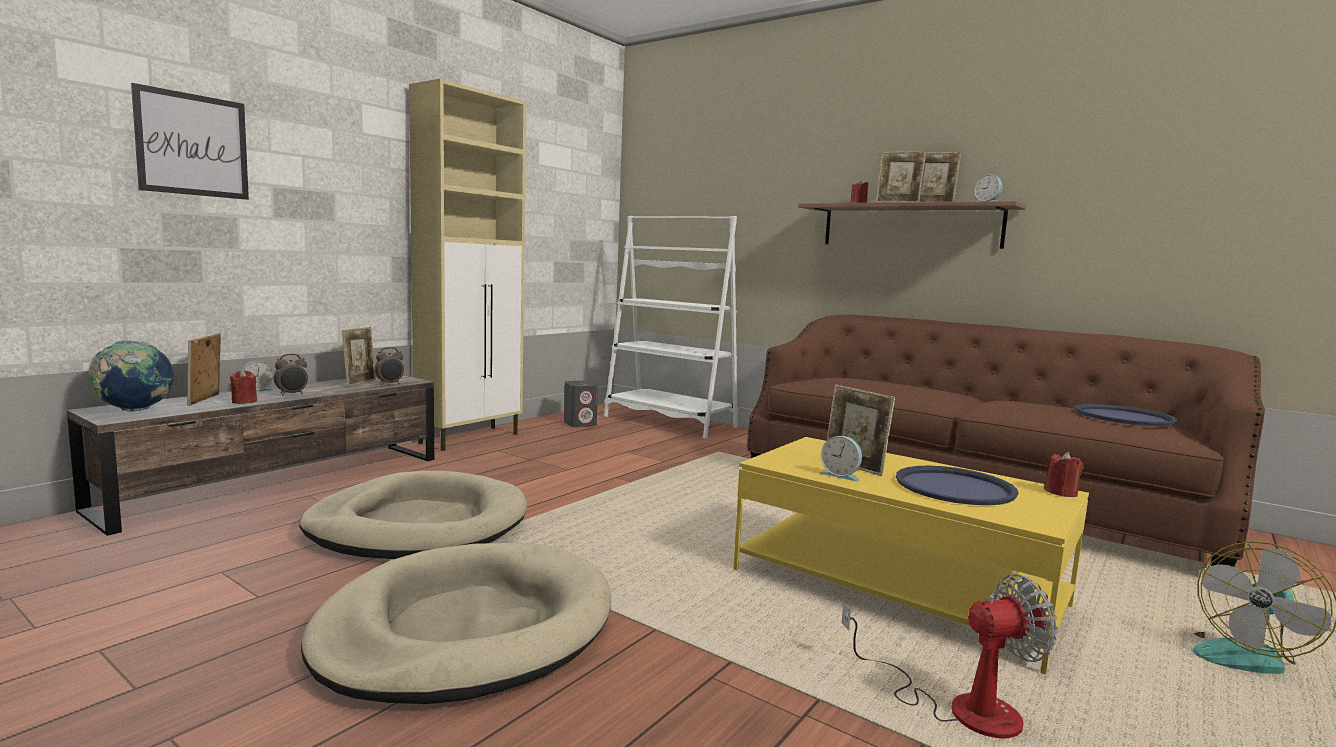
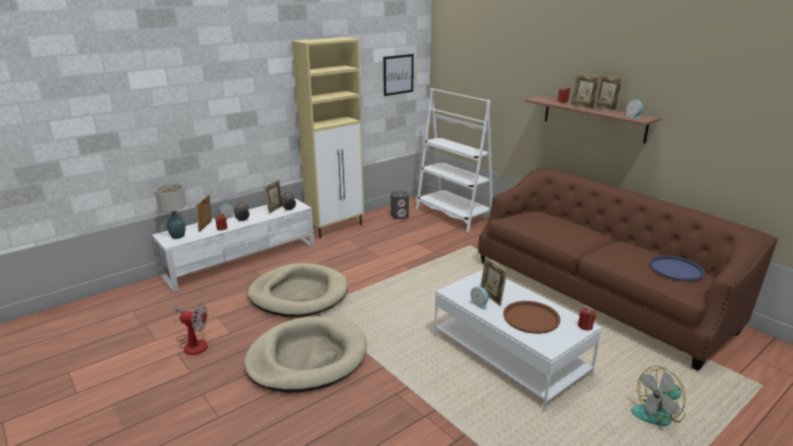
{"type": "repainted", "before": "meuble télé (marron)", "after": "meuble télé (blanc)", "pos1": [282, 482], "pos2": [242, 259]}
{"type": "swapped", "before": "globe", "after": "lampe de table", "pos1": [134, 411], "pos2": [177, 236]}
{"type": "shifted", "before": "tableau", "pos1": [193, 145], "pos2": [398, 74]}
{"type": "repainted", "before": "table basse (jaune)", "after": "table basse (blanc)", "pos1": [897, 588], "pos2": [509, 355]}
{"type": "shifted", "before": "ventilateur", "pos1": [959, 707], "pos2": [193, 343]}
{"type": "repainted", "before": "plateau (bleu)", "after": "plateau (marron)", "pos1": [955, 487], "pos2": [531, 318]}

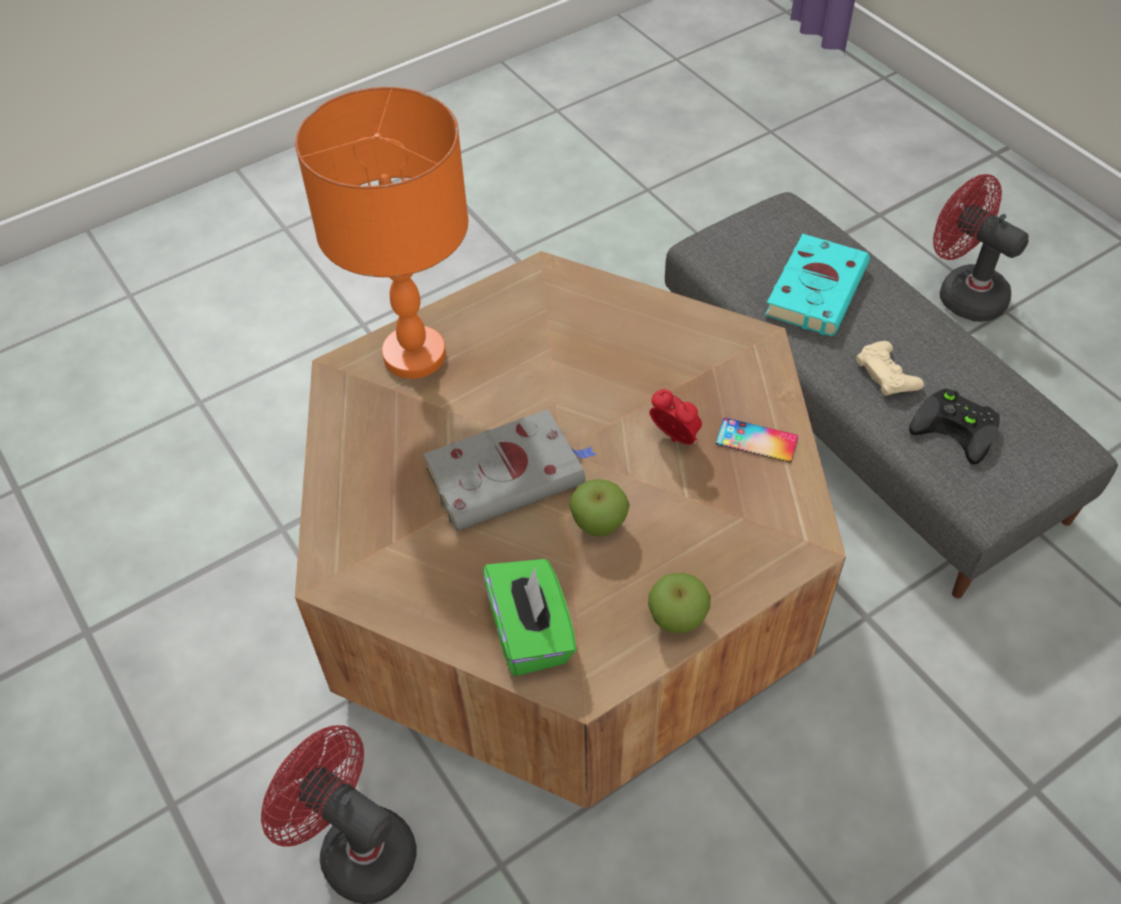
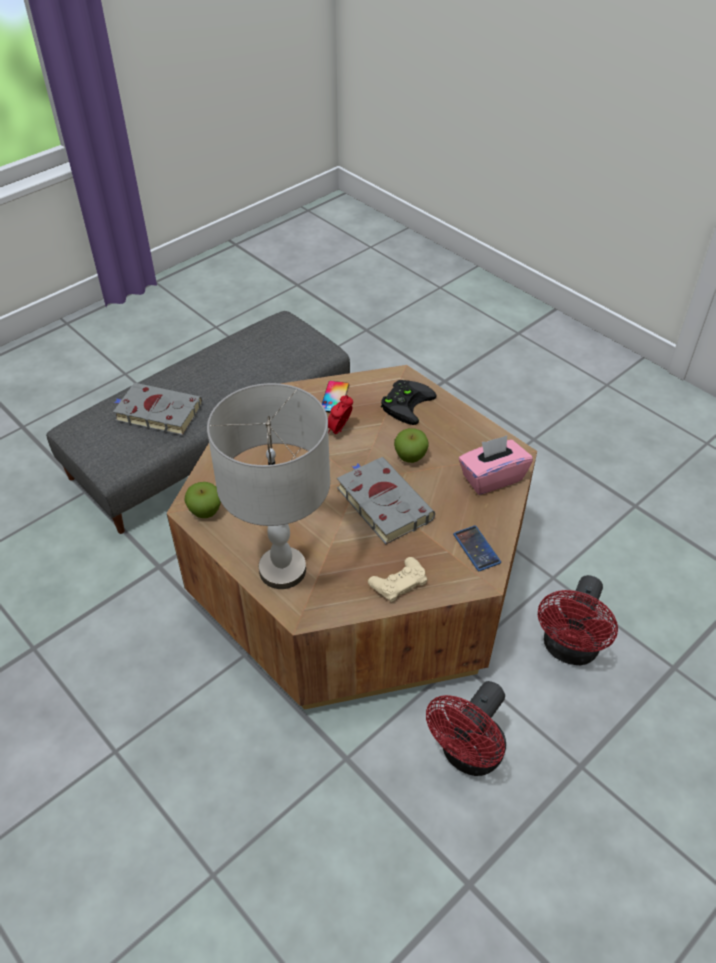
{"type": "repainted", "before": "lampe de table (orange)", "after": "lampe de table (gris)", "pos1": [413, 356], "pos2": [283, 570]}
{"type": "repainted", "before": "boîte à mouchoirs (vert)", "after": "boîte à mouchoirs (rose)", "pos1": [531, 633], "pos2": [491, 478]}
{"type": "shifted", "before": "pomme", "pos1": [676, 619], "pos2": [205, 512]}
{"type": "repainted", "before": "livre (turquoise)", "after": "livre (gris)", "pos1": [816, 288], "pos2": [156, 412]}
{"type": "shifted", "before": "manette (beige)", "pos1": [887, 374], "pos2": [398, 583]}
{"type": "shifted", "before": "manette (noir)", "pos1": [958, 428], "pos2": [406, 403]}
{"type": "shifted", "before": "ventilateur (rouge)", "pos1": [962, 293], "pos2": [467, 756]}
{"type": "new", "after": "téléphone", "pos2": [476, 548]}

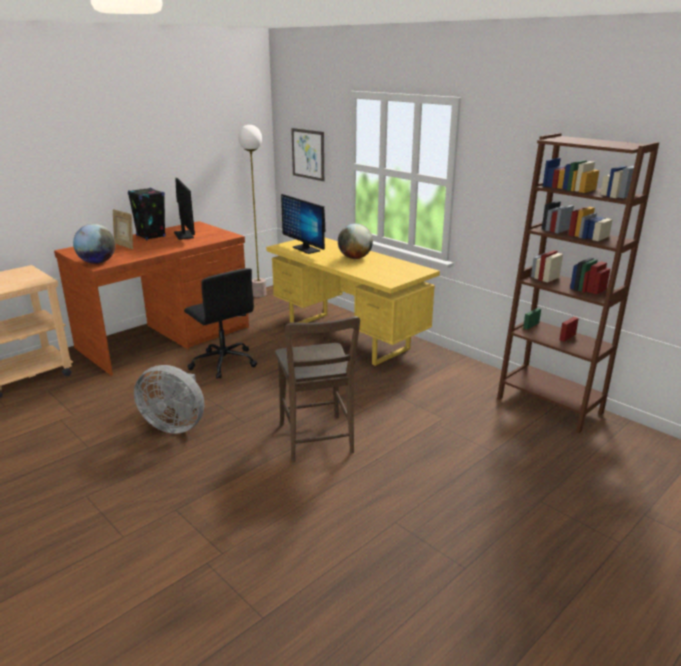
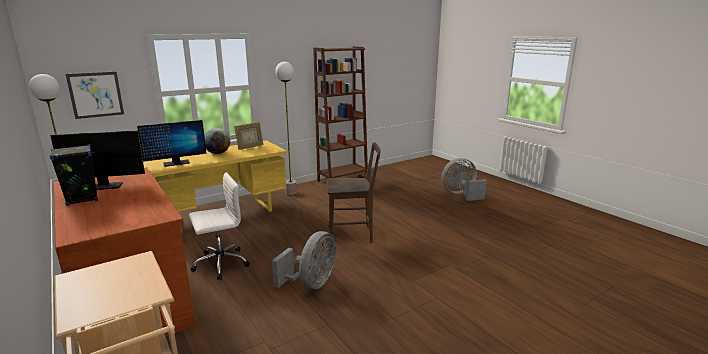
{"type": "gone", "before": "globe", "pos1": [97, 262]}
{"type": "shifted", "before": "cadre photo", "pos1": [125, 246], "pos2": [250, 147]}
{"type": "repainted", "before": "chaise de bureau (noir)", "after": "chaise de bureau (blanc)", "pos1": [223, 362], "pos2": [220, 264]}
{"type": "new", "after": "lampadaire", "pos2": [291, 193]}
{"type": "new", "after": "ventilateur (gris)", "pos2": [461, 194]}

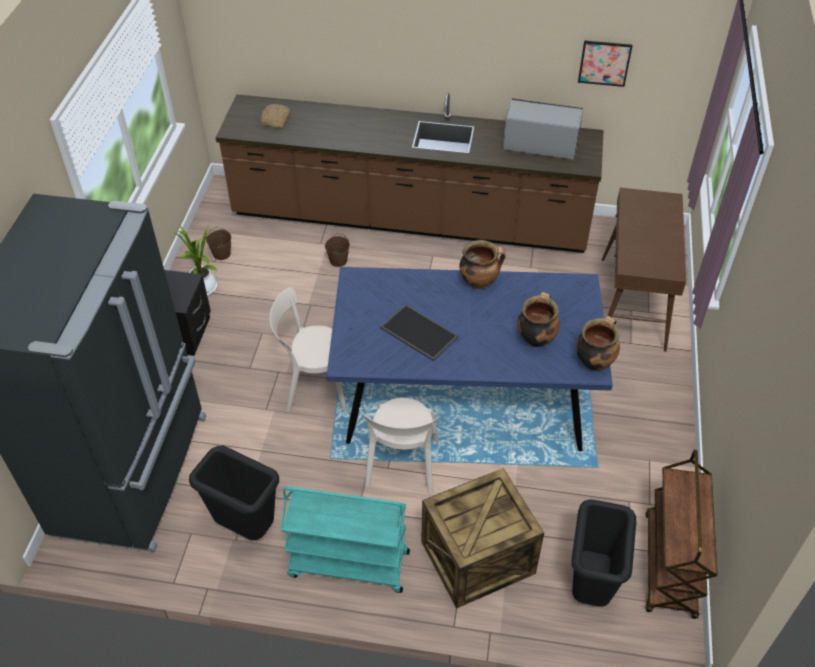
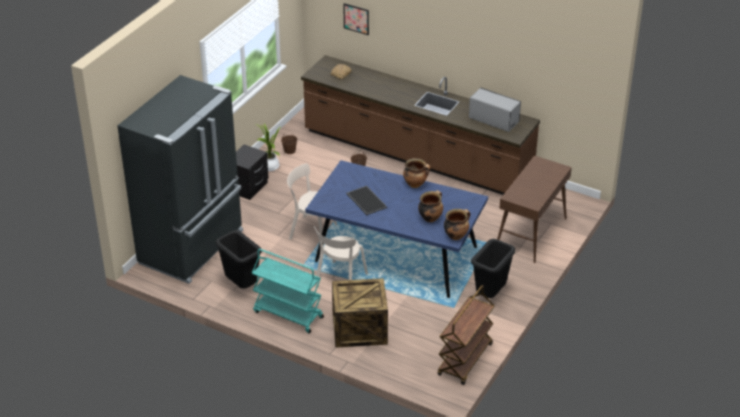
{"type": "shifted", "before": "poubelle (noir)", "pos1": [590, 587], "pos2": [490, 295]}
{"type": "shifted", "before": "tableau", "pos1": [604, 63], "pos2": [356, 18]}

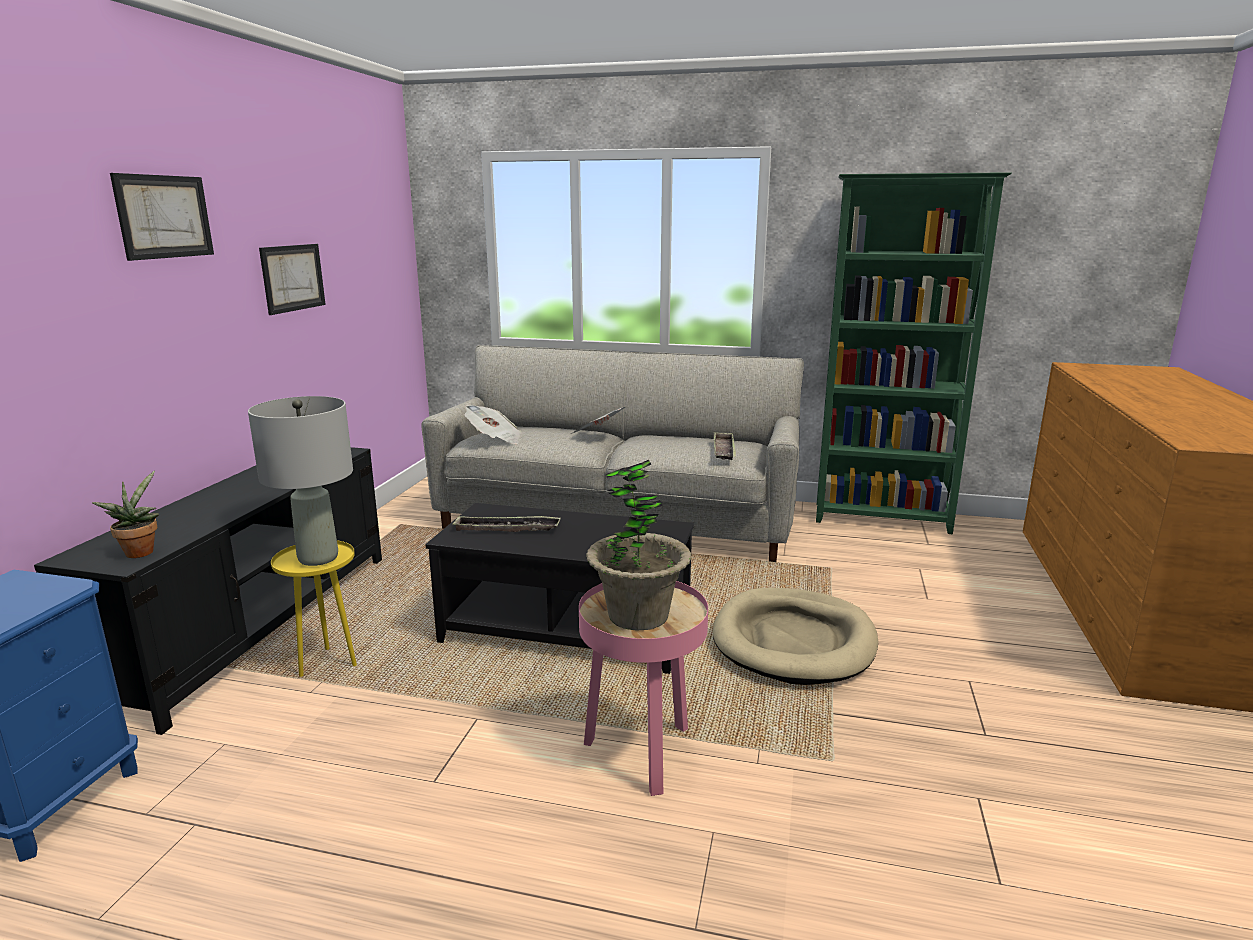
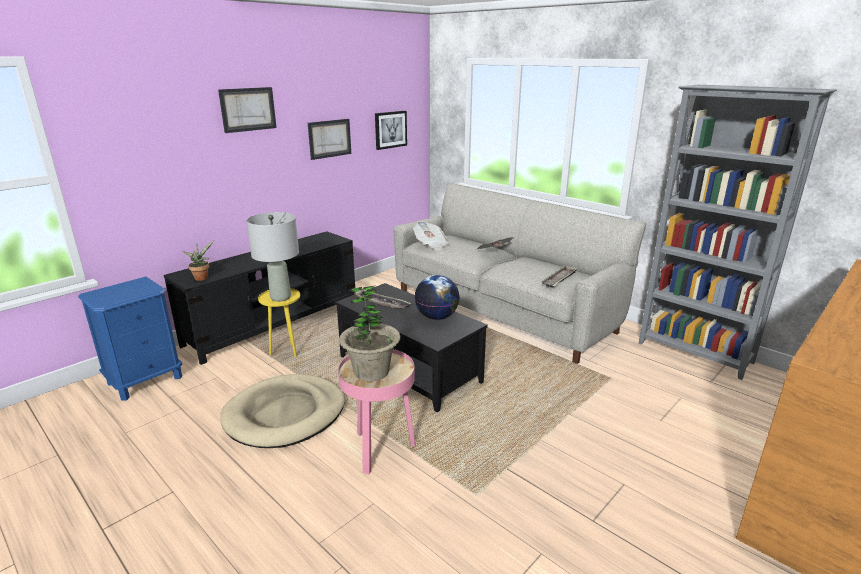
{"type": "shifted", "before": "panier pour chien (beige)", "pos1": [794, 641], "pos2": [285, 414]}
{"type": "repainted", "before": "bibliothèque (vert)", "after": "bibliothèque (gris)", "pos1": [882, 519], "pos2": [695, 353]}
{"type": "new", "after": "tableau", "pos2": [390, 129]}
{"type": "new", "after": "globe", "pos2": [437, 317]}

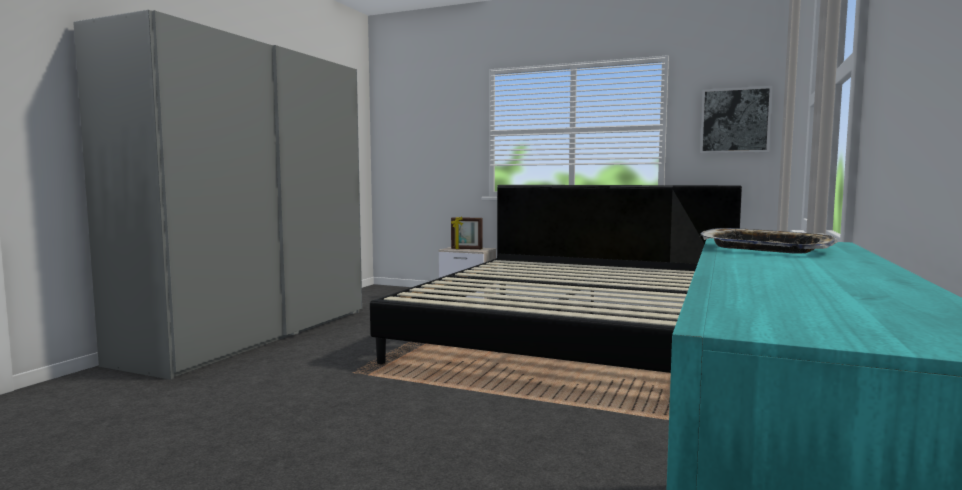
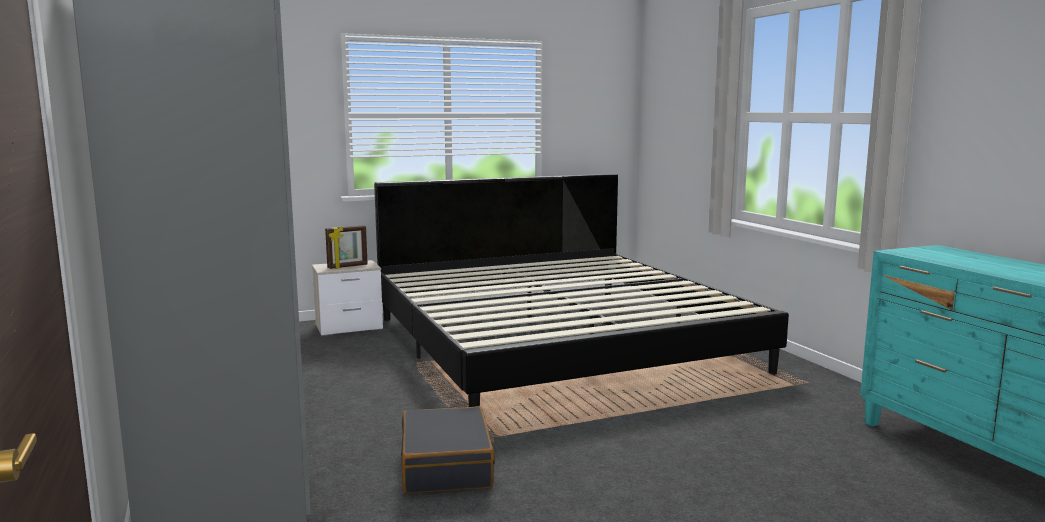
{"type": "gone", "before": "tableau", "pos1": [735, 120]}
{"type": "gone", "before": "plateau", "pos1": [764, 249]}
{"type": "new", "after": "valise (noir)", "pos2": [447, 466]}

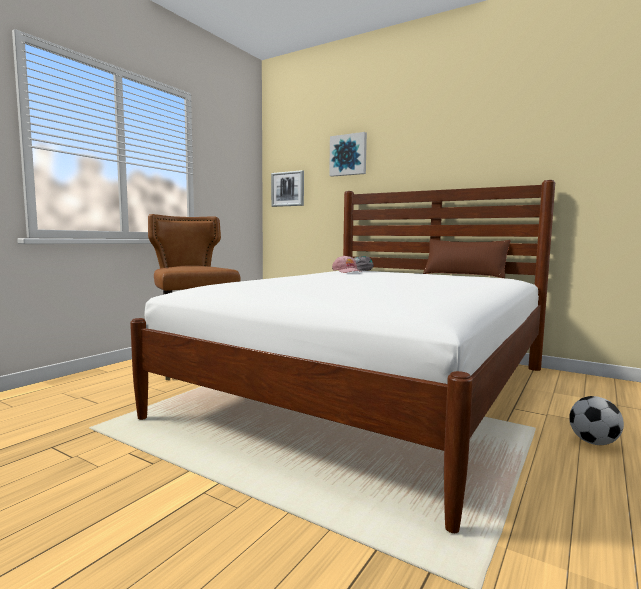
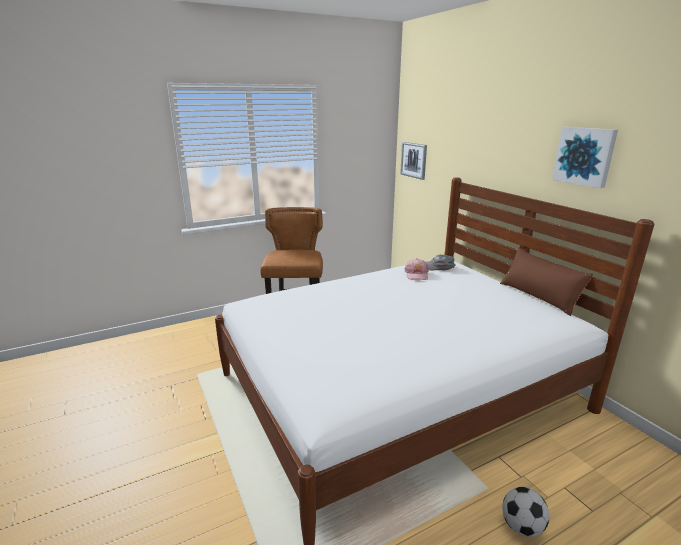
{"type": "shifted", "before": "tableau", "pos1": [348, 155], "pos2": [584, 156]}

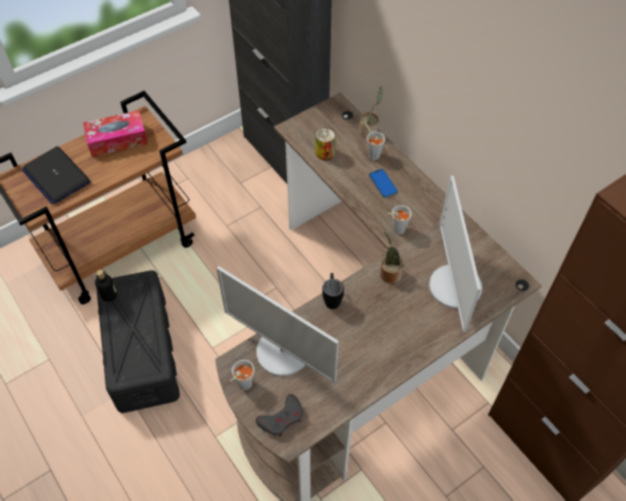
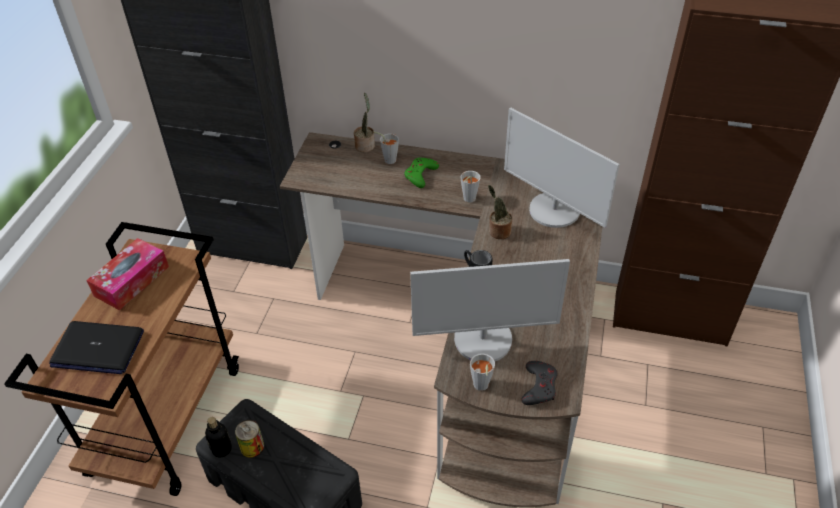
{"type": "shifted", "before": "boîte métallique", "pos1": [325, 153], "pos2": [252, 447]}
{"type": "swapped", "before": "téléphone", "after": "manette (vert)", "pos1": [383, 183], "pos2": [420, 175]}

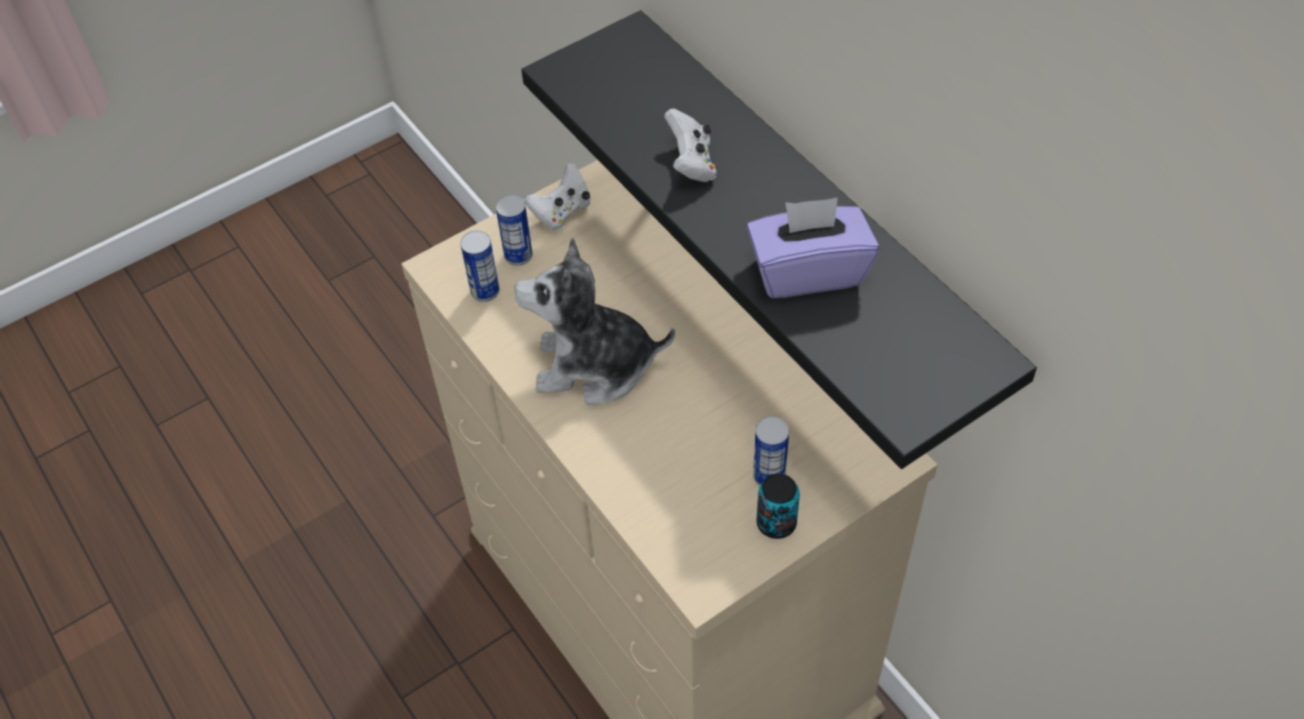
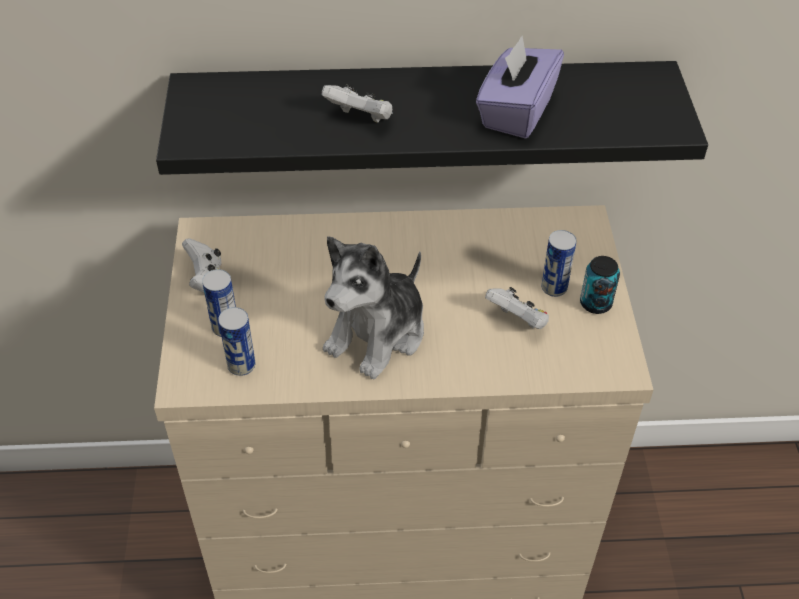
{"type": "new", "after": "manette (blanc)", "pos2": [518, 320]}

